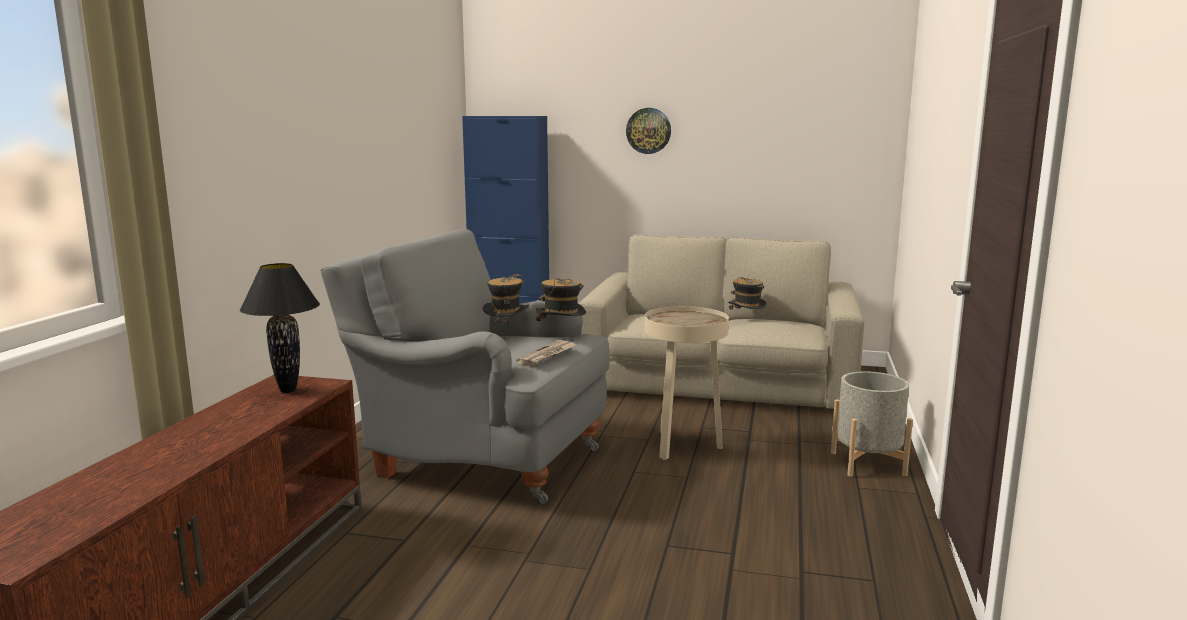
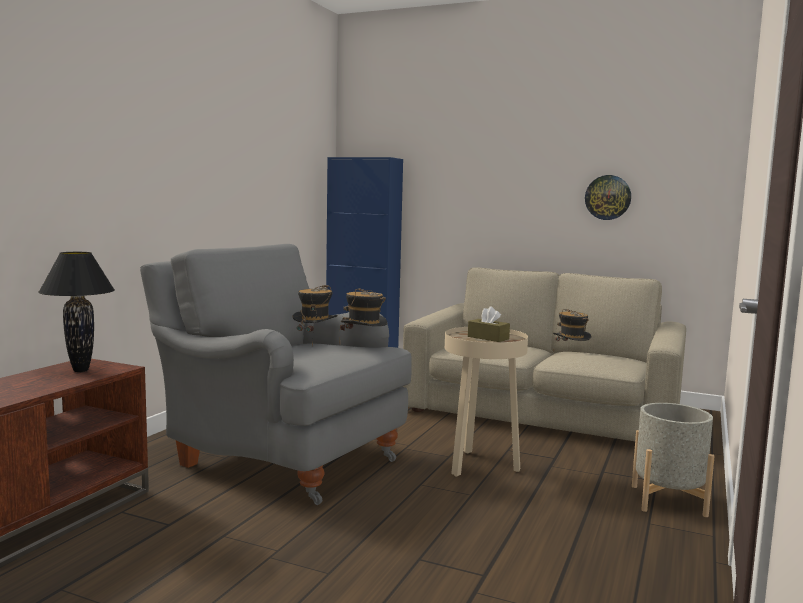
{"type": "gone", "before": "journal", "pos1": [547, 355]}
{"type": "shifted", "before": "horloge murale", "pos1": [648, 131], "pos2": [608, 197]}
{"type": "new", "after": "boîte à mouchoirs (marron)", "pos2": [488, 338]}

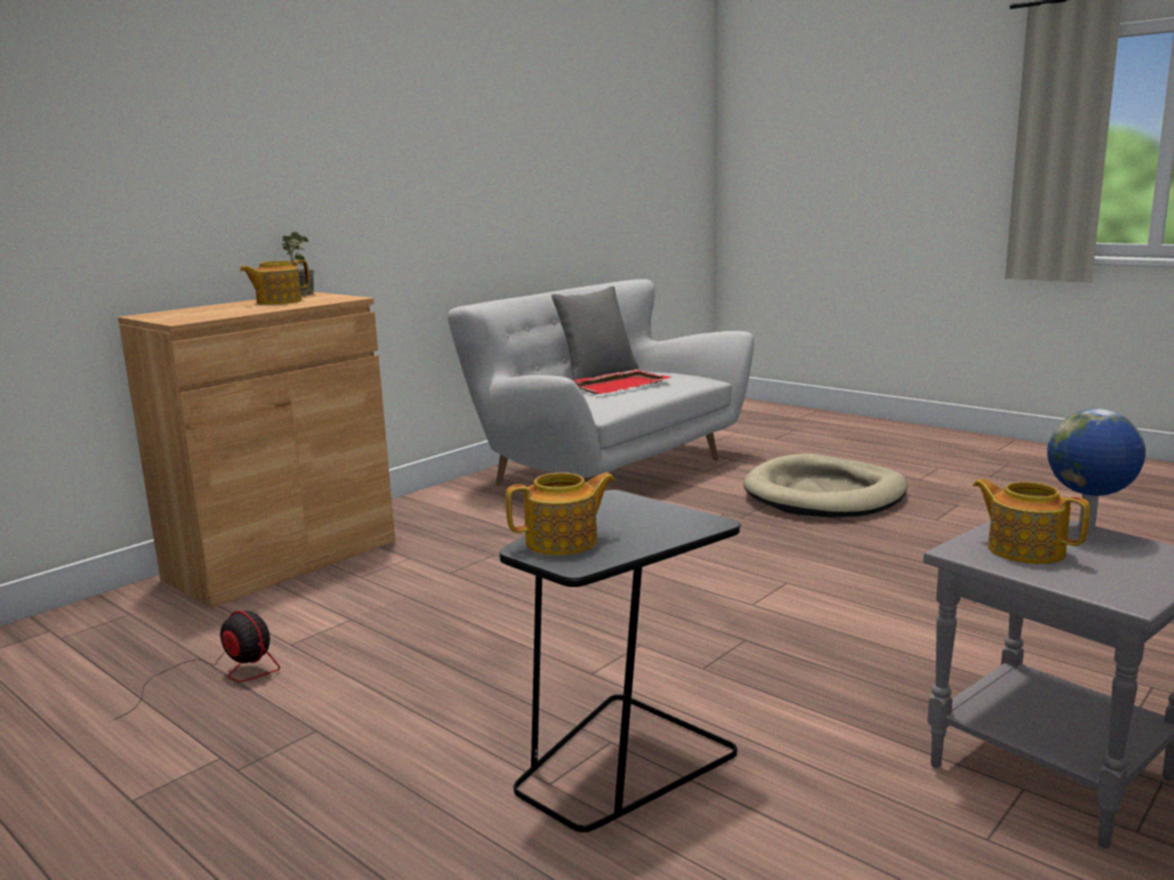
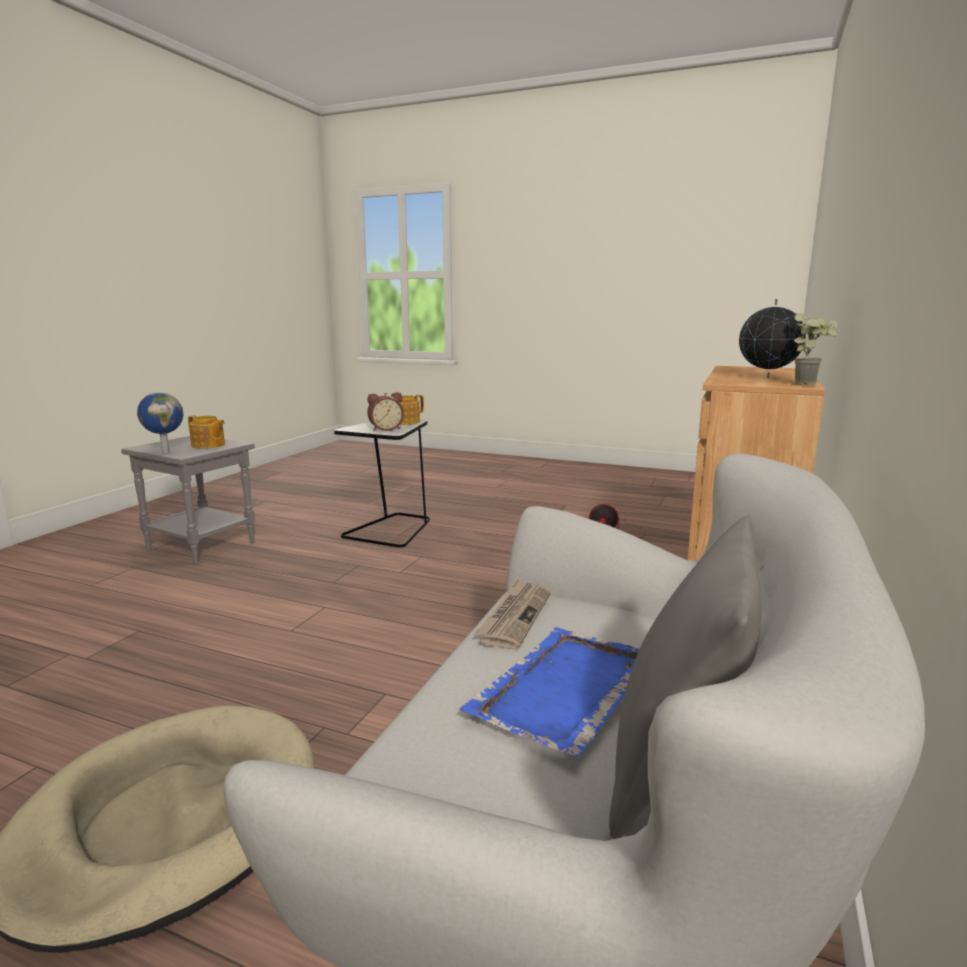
{"type": "swapped", "before": "théière", "after": "globe", "pos1": [278, 302], "pos2": [766, 378]}
{"type": "repainted", "before": "plateau (rouge)", "after": "plateau (bleu)", "pos1": [620, 385], "pos2": [563, 691]}
{"type": "new", "after": "réveil", "pos2": [385, 429]}
{"type": "new", "after": "journal", "pos2": [515, 616]}

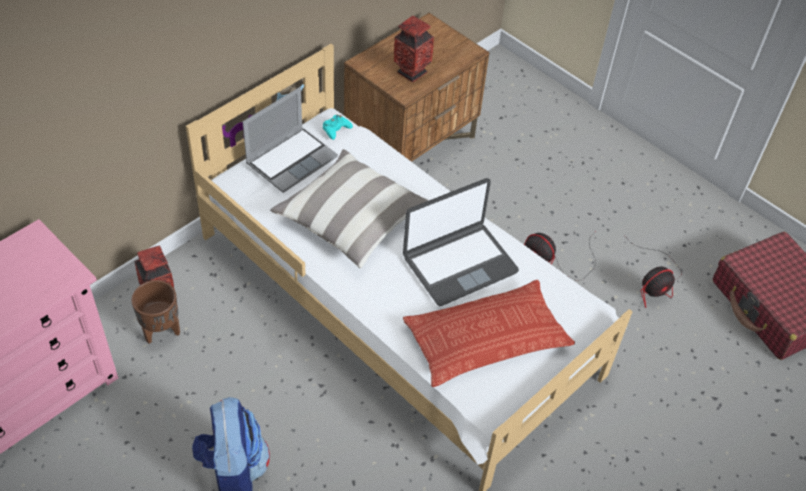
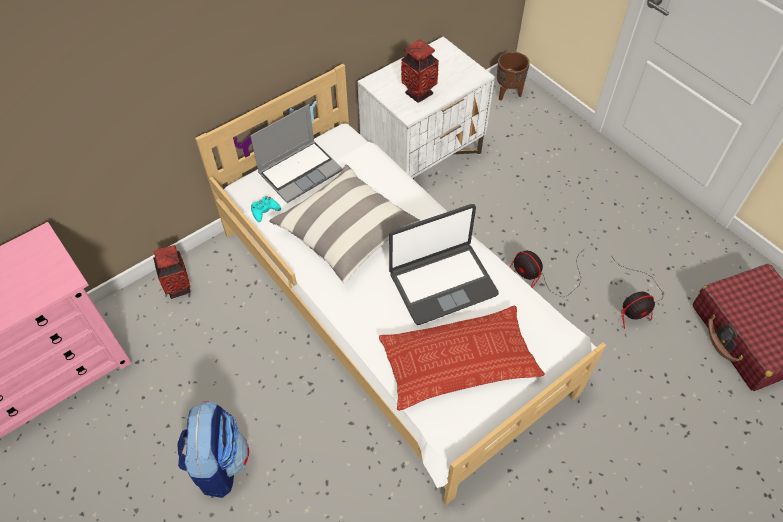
{"type": "shifted", "before": "cache-pot (marron)", "pos1": [161, 330], "pos2": [508, 93]}
{"type": "shifted", "before": "manette (turquoise)", "pos1": [336, 129], "pos2": [265, 211]}
{"type": "repainted", "before": "table de chevet (marron)", "after": "table de chevet (blanc)", "pos1": [411, 143], "pos2": [422, 156]}

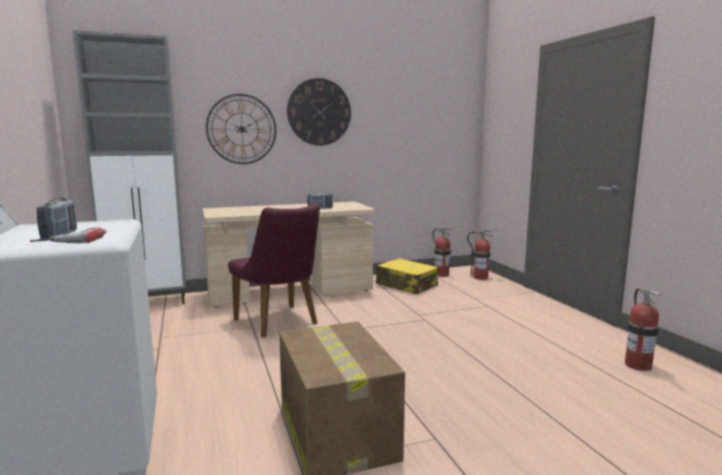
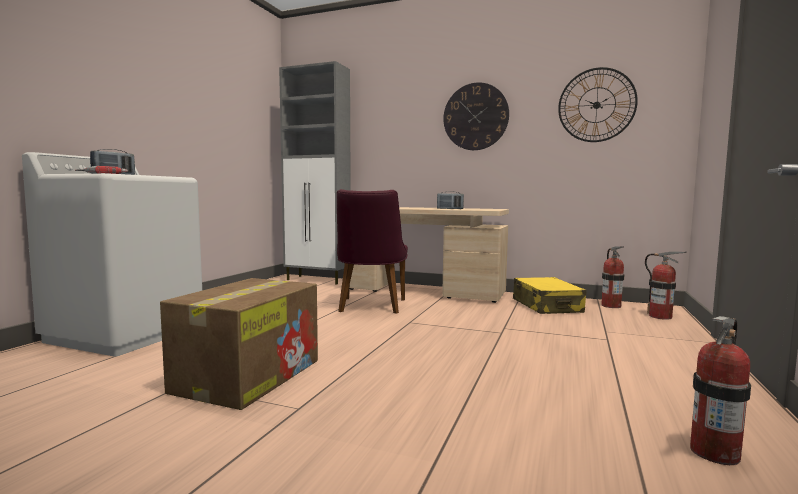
{"type": "shifted", "before": "horloge murale", "pos1": [241, 129], "pos2": [596, 105]}

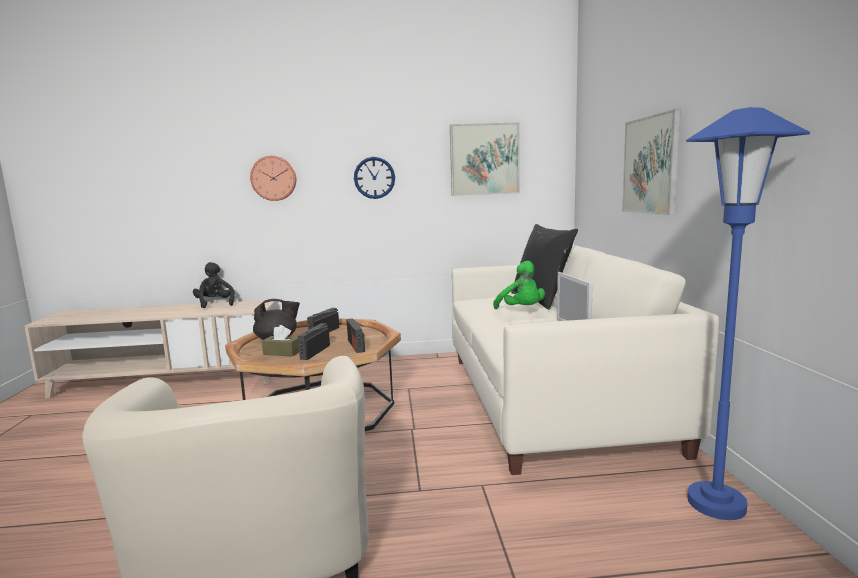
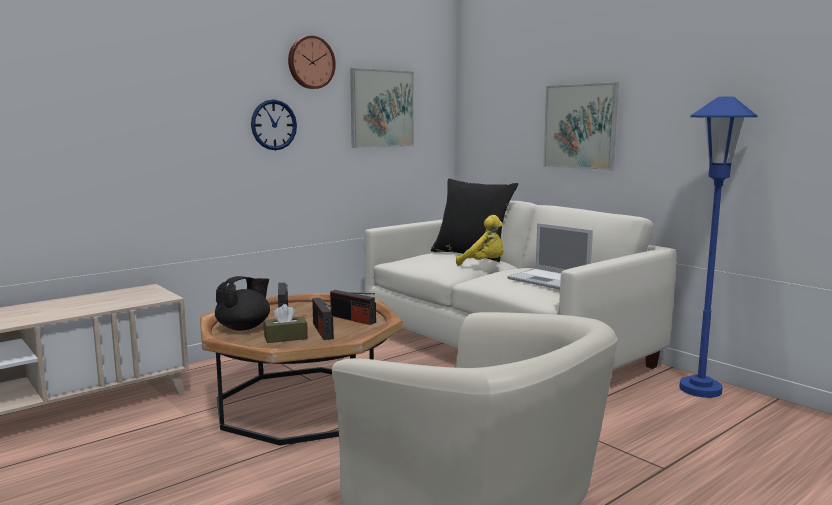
{"type": "gone", "before": "peluche (noir)", "pos1": [215, 304]}
{"type": "shifted", "before": "horloge murale", "pos1": [274, 178], "pos2": [310, 62]}
{"type": "repainted", "before": "peluche (vert)", "after": "peluche (jaune)", "pos1": [521, 310], "pos2": [484, 264]}

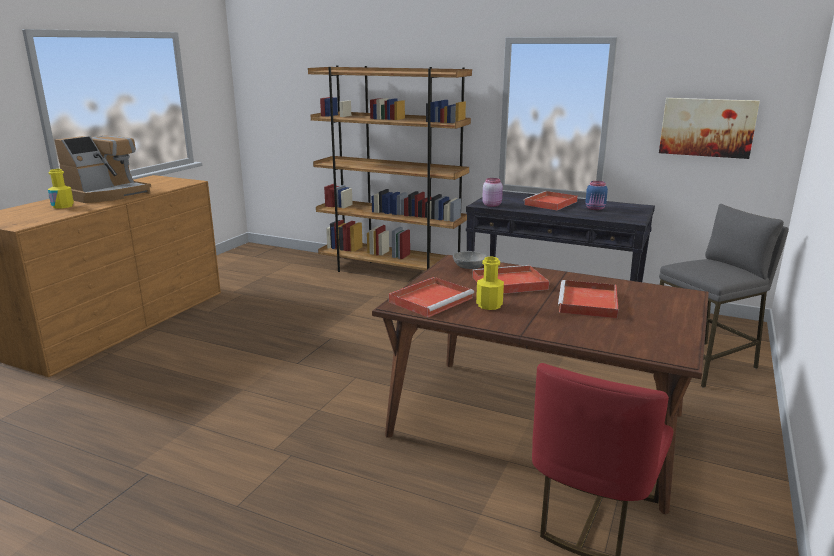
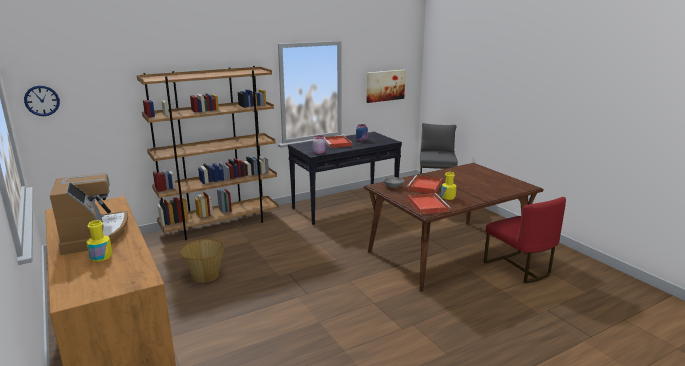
{"type": "gone", "before": "plateau (rouge)", "pos1": [588, 303]}
{"type": "new", "after": "horloge murale", "pos2": [42, 100]}
{"type": "new", "after": "panier", "pos2": [205, 275]}

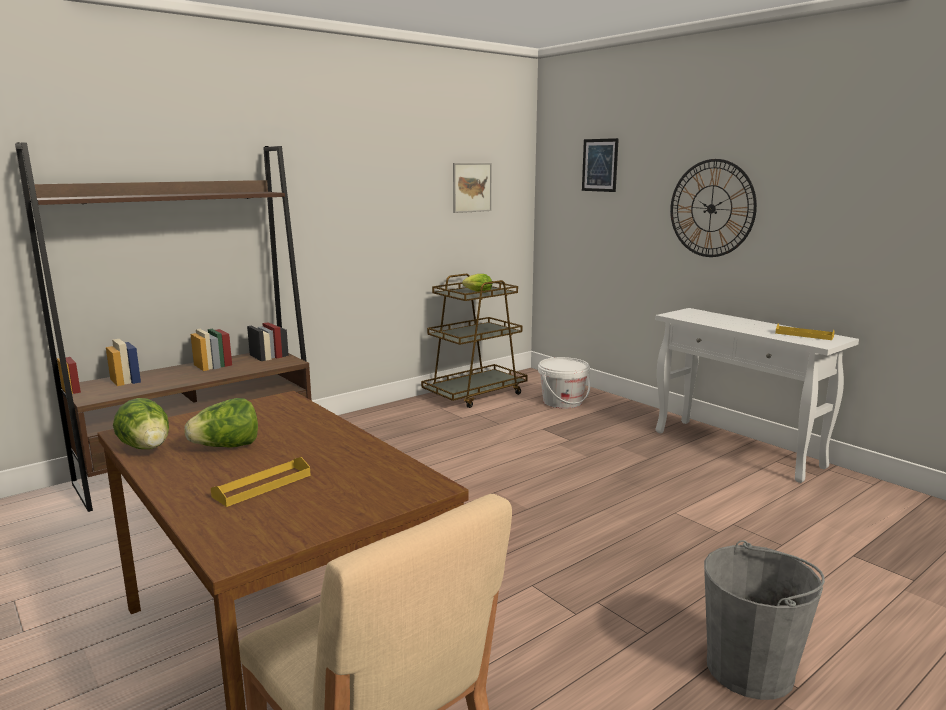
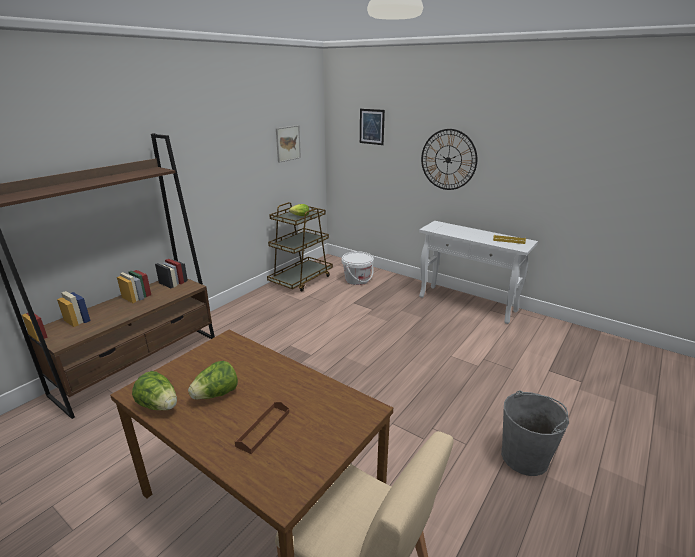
{"type": "repainted", "before": "plateau (jaune)", "after": "plateau (marron)", "pos1": [262, 486], "pos2": [263, 429]}

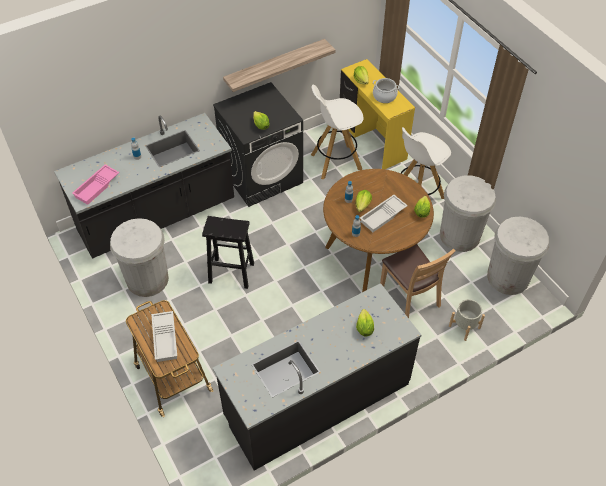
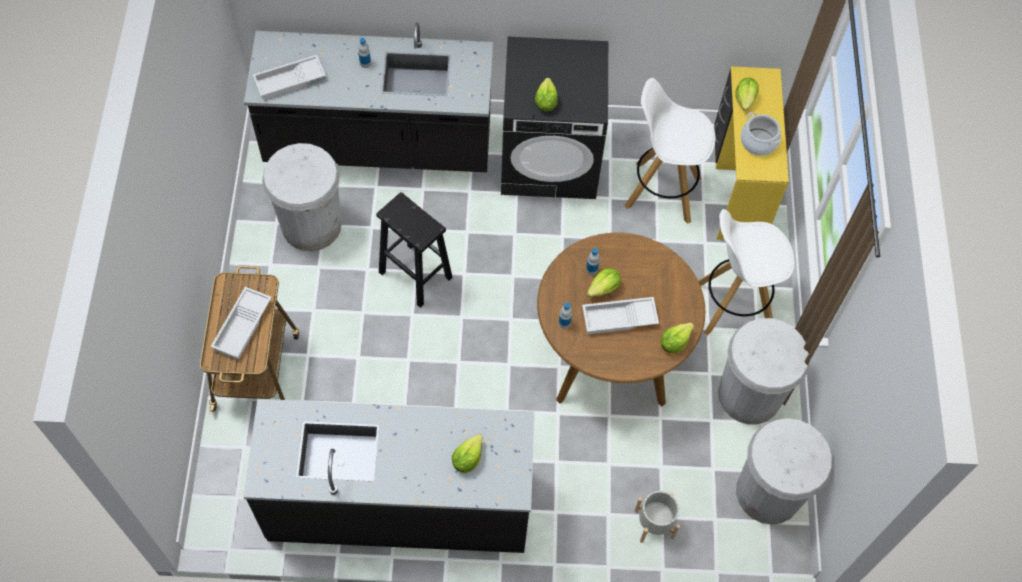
{"type": "repainted", "before": "plateau (rose)", "after": "plateau (blanc)", "pos1": [97, 187], "pos2": [289, 81]}
{"type": "gone", "before": "étagère", "pos1": [275, 66]}
{"type": "gone", "before": "chaise (marron)", "pos1": [409, 298]}

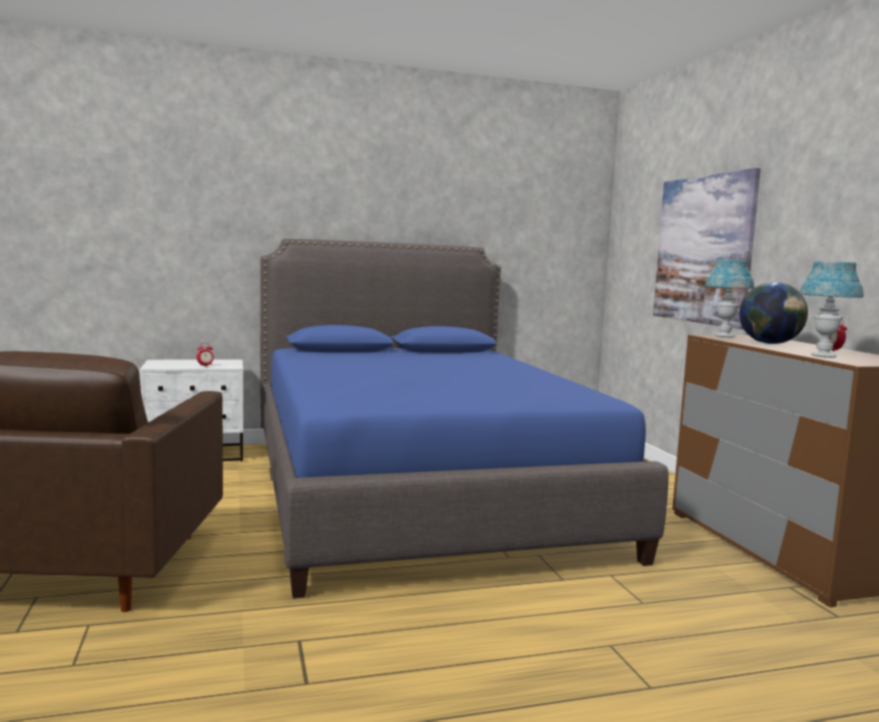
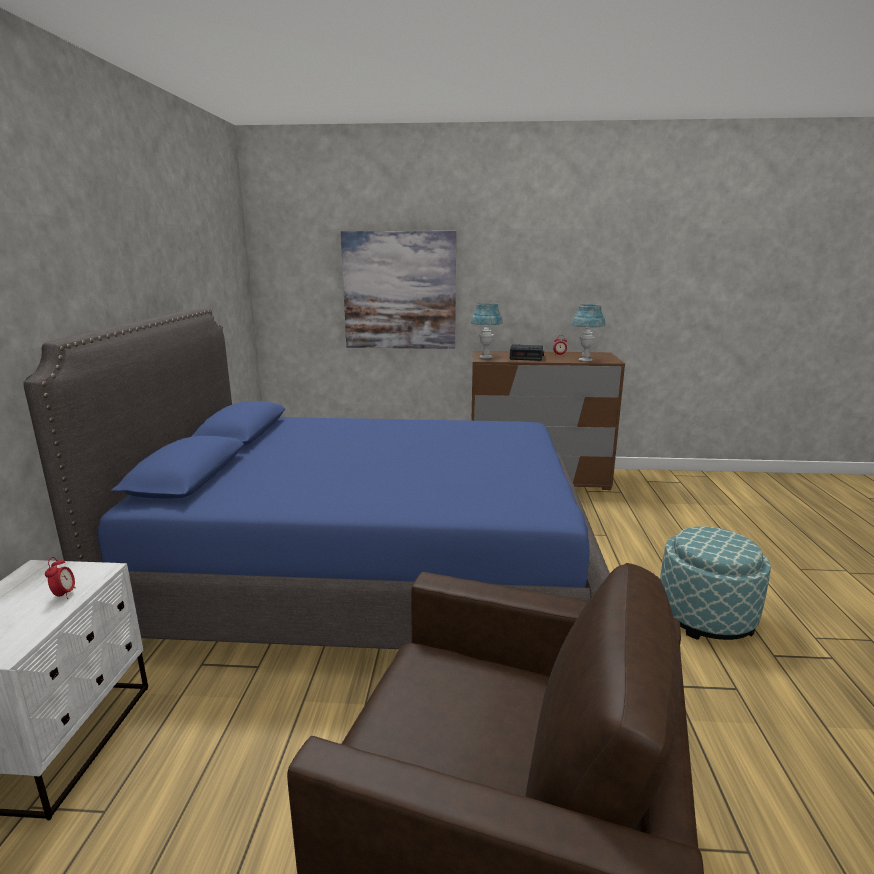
{"type": "swapped", "before": "globe", "after": "réveil", "pos1": [770, 343], "pos2": [526, 357]}
{"type": "new", "after": "pouf", "pos2": [705, 616]}

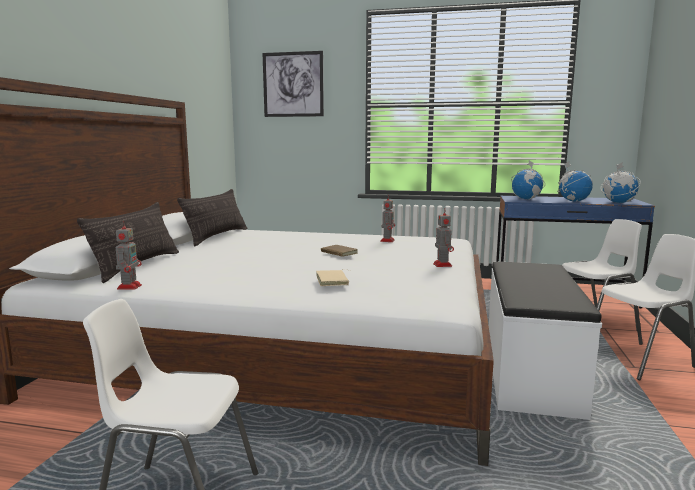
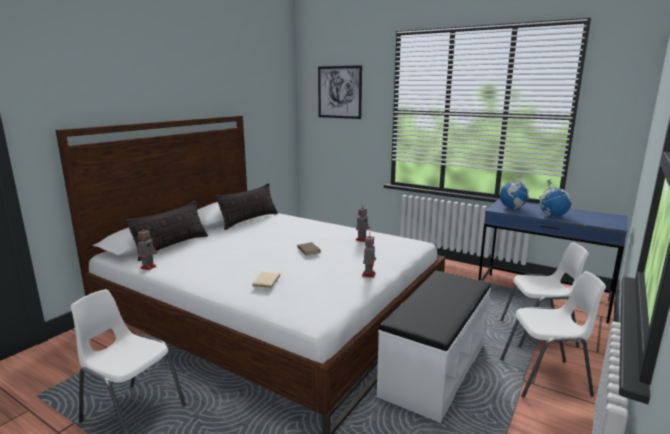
{"type": "gone", "before": "globe", "pos1": [618, 203]}

